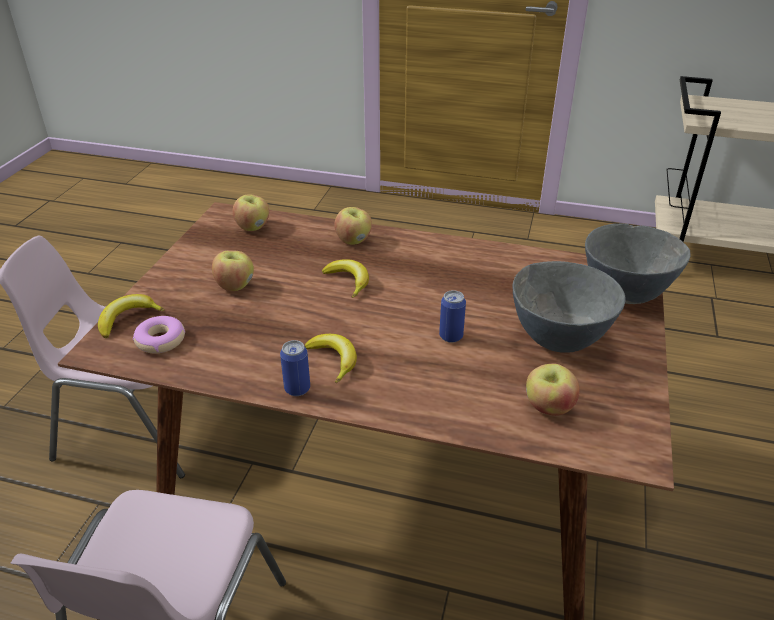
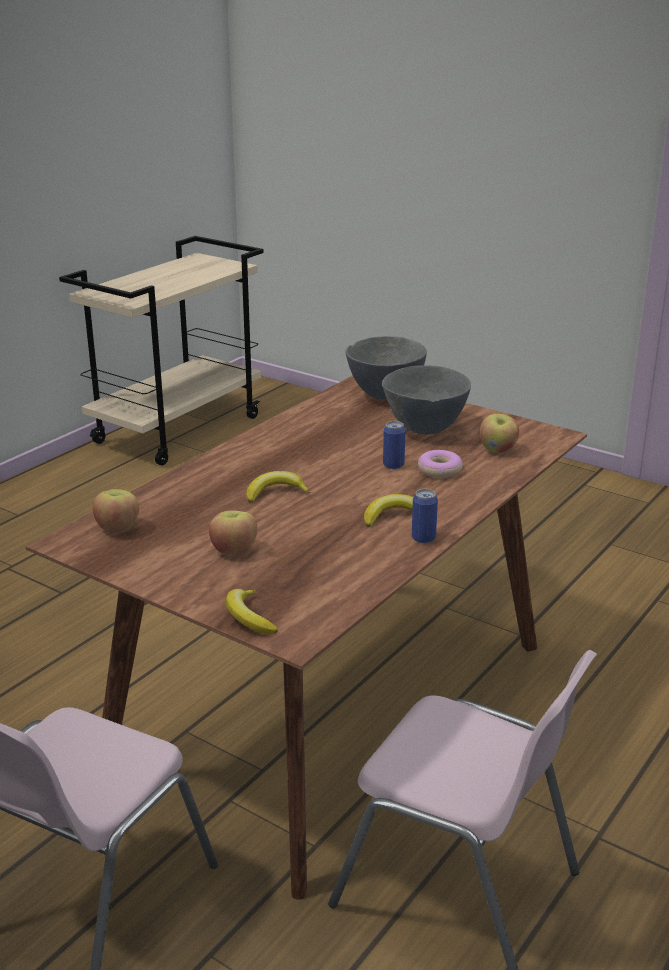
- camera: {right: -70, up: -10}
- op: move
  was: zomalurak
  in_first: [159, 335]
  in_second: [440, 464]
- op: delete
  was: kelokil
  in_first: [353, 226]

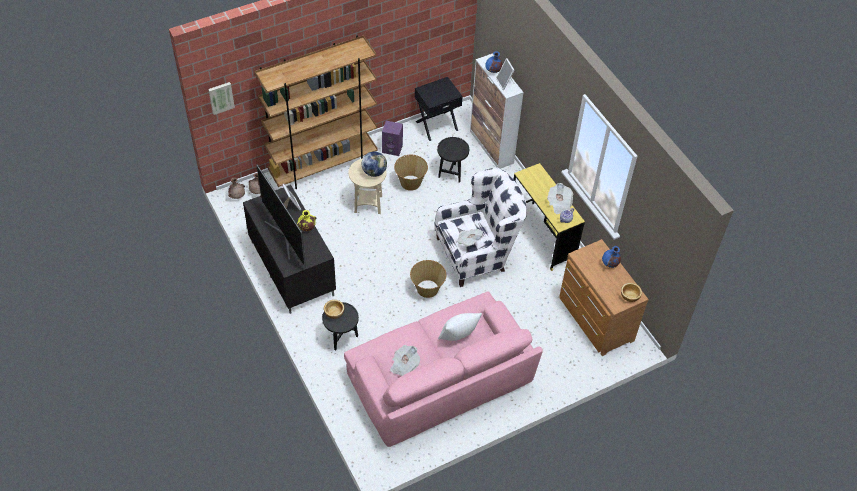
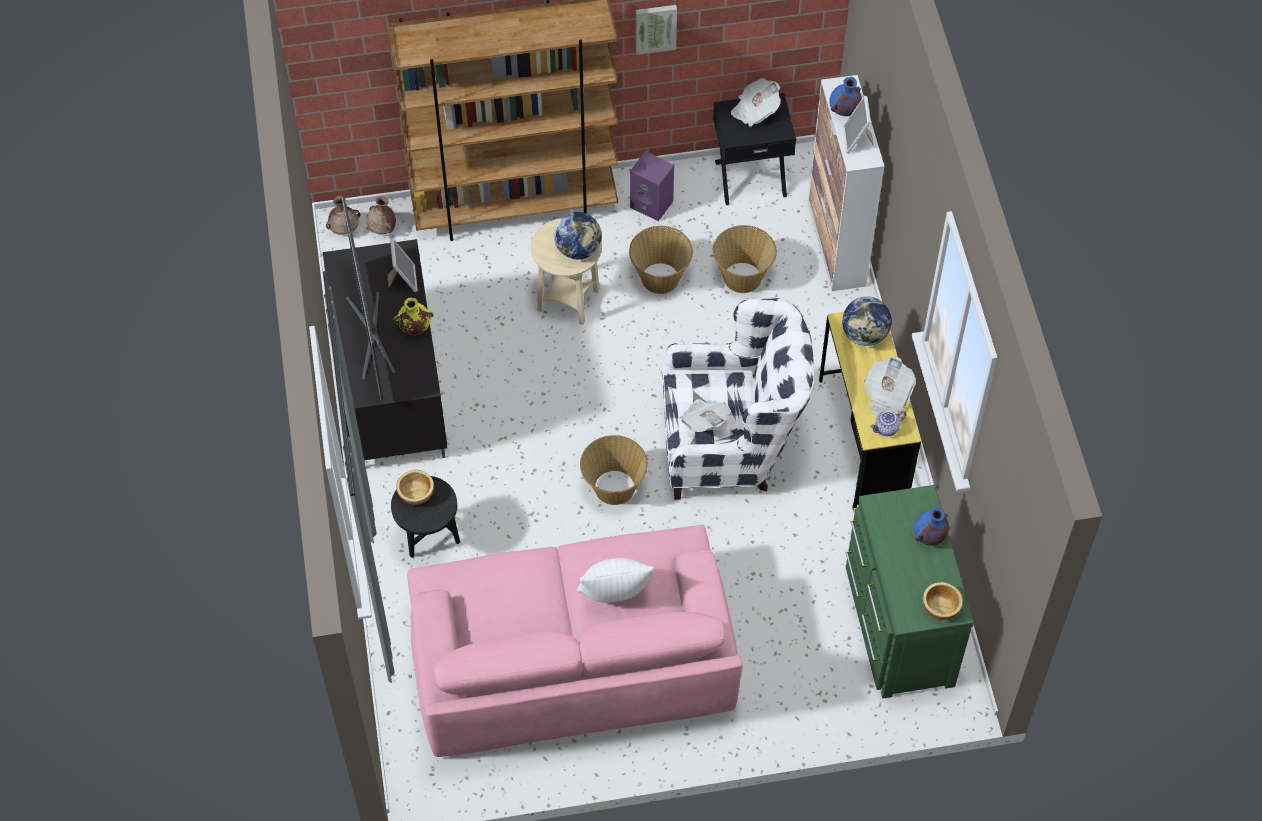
- camera: {right: 20, up: 5}
- op: move
  was: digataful
  in_first: [221, 98]
  in_second: [656, 30]
- op: replace
  was: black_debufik
  now: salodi
  in_first: [453, 160]
  in_second: [745, 259]
- op: move
  was: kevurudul
  in_first: [405, 360]
  in_second: [756, 102]
- op: insert
  now: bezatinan
  in_second: [867, 321]
- op: recolor
  was: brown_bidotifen
  now: green_bidotifen
  in_first: [604, 297]
  in_second: [910, 591]

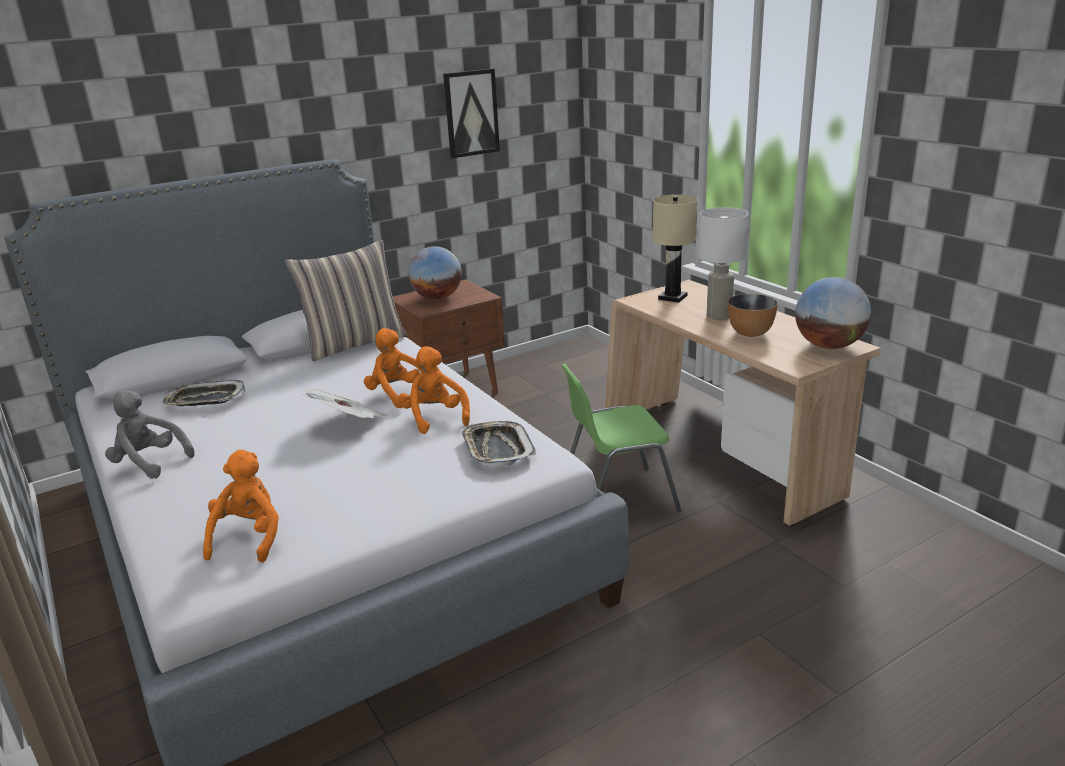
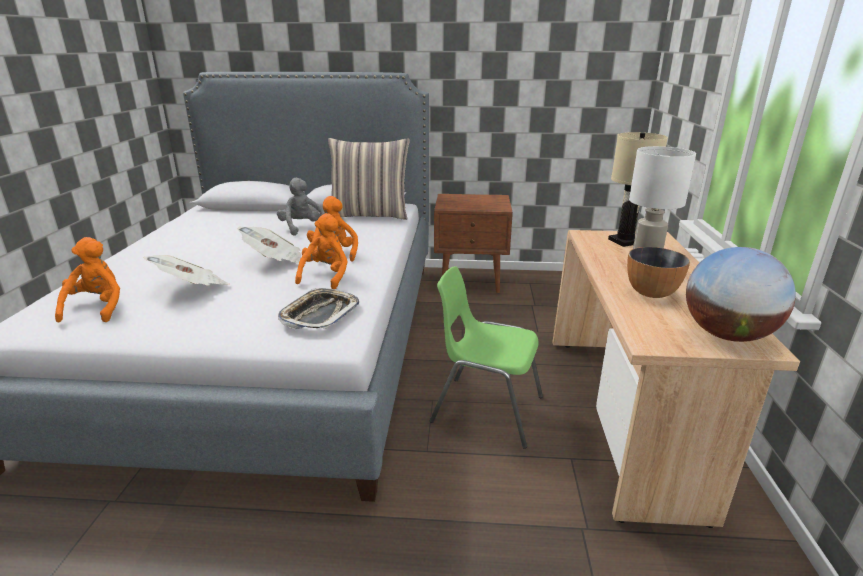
- camera: {right: 35, up: 0}
- op: rotate
  was: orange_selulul
  in_first: [241, 506]
  in_second: [87, 279]
  clockwise: -45
- op: insert
  now: kevurudul
  in_second: [186, 270]
- op: move
  was: grey_selulul
  in_first: [149, 434]
  in_second: [301, 207]
- op: delete
  was: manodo
  in_first: [203, 393]
- op: delete
  was: bezatinan
  in_first: [435, 273]
- op: delete
  was: digataful
  in_first: [471, 113]

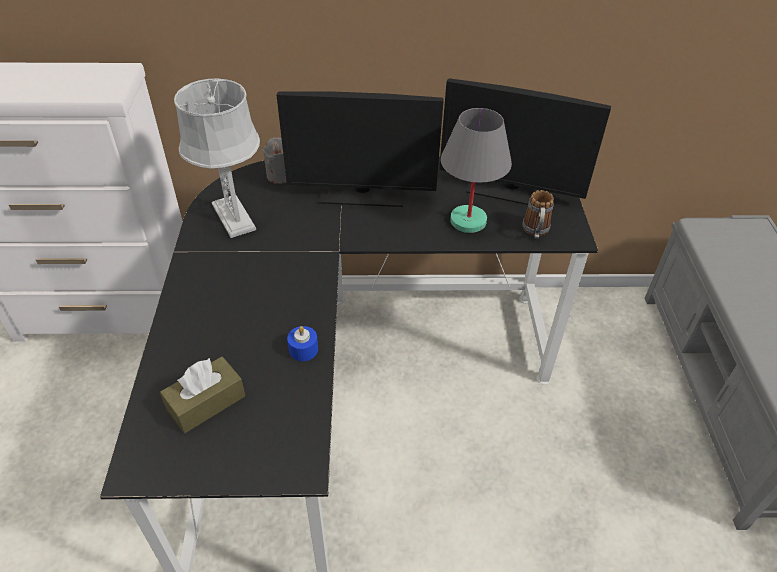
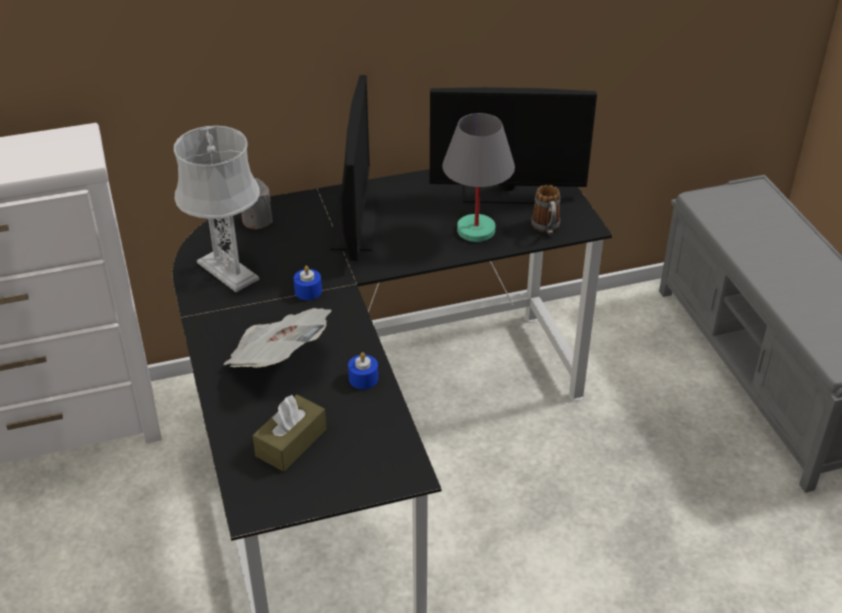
- camera: {right: -15, up: -5}
- op: insert
  now: kevurudul
  in_second: [277, 338]
- op: insert
  now: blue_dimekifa
  in_second: [308, 283]
- op: rotate
  was: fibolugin
  in_first: [360, 149]
  in_second: [354, 168]
  clockwise: -75

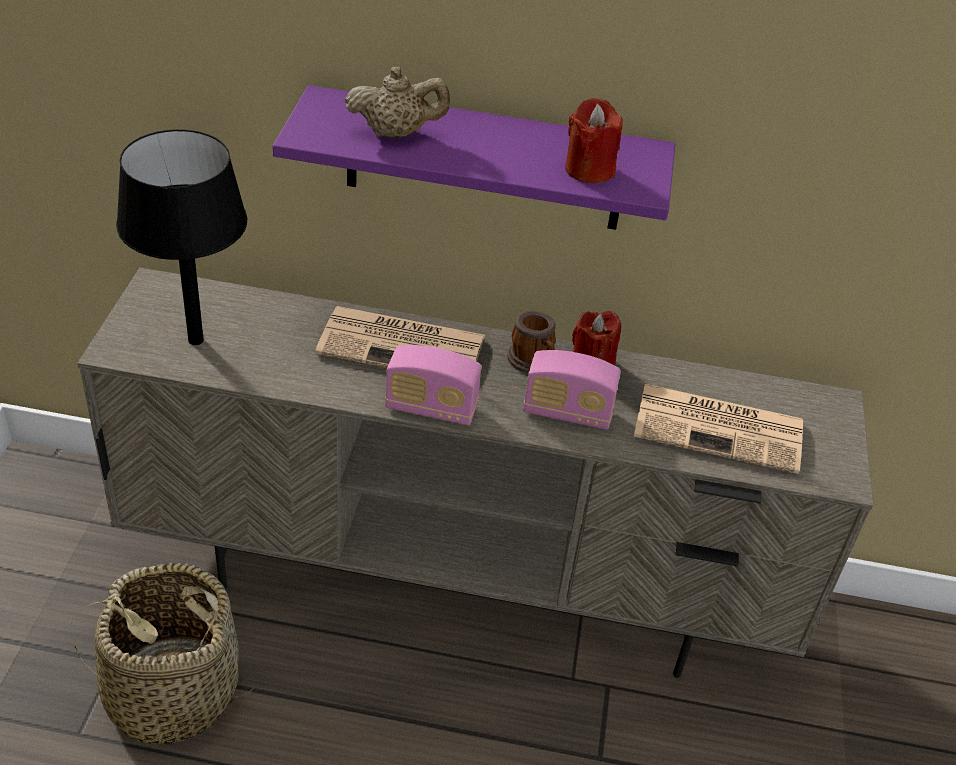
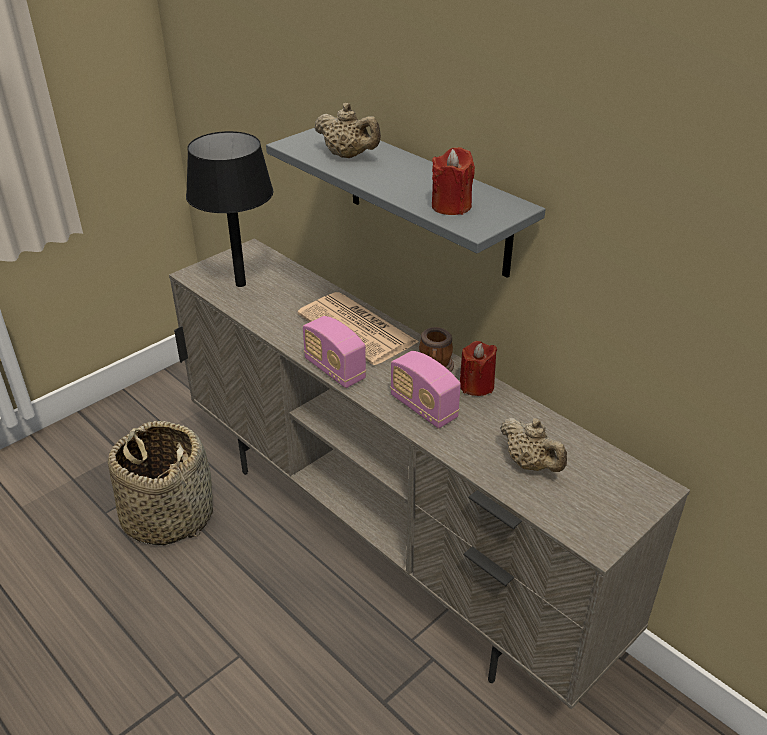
- camera: {right: 40, up: -5}
- op: recolor
  was: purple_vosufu
  now: grey_vosufu
  in_first: [474, 157]
  in_second: [406, 203]
- op: replace
  was: kevurudul
  now: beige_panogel
  in_first: [718, 429]
  in_second: [533, 444]

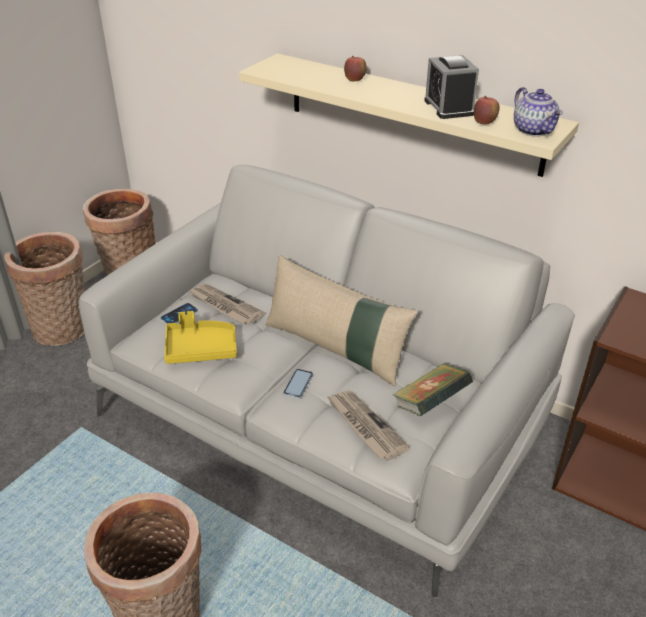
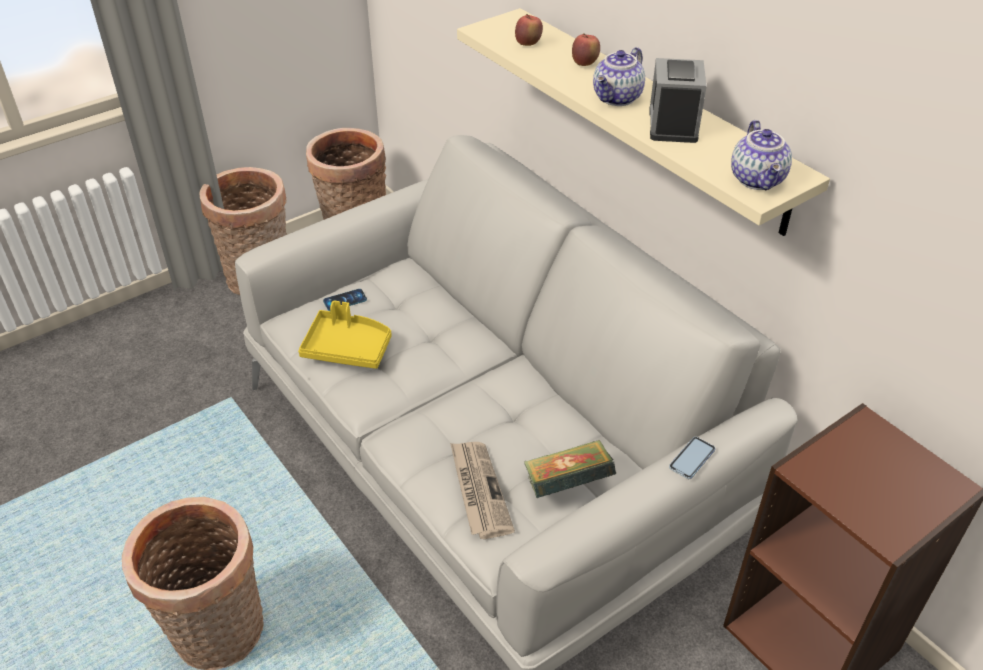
- camera: {right: 20, up: 5}
- op: move
  was: kelokil
  in_first: [486, 110]
  in_second: [529, 30]
- op: insert
  now: panogel
  in_second: [619, 76]
- op: move
  was: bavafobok
  in_first: [298, 383]
  in_second: [692, 458]
- op: delete
  was: kevurudul
  in_first: [225, 304]
- op: delete
  was: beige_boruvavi
  in_first: [342, 320]

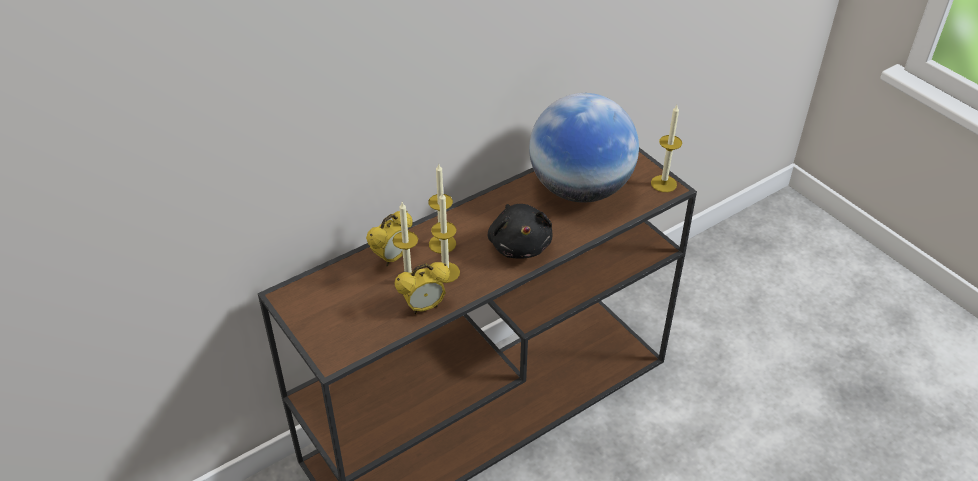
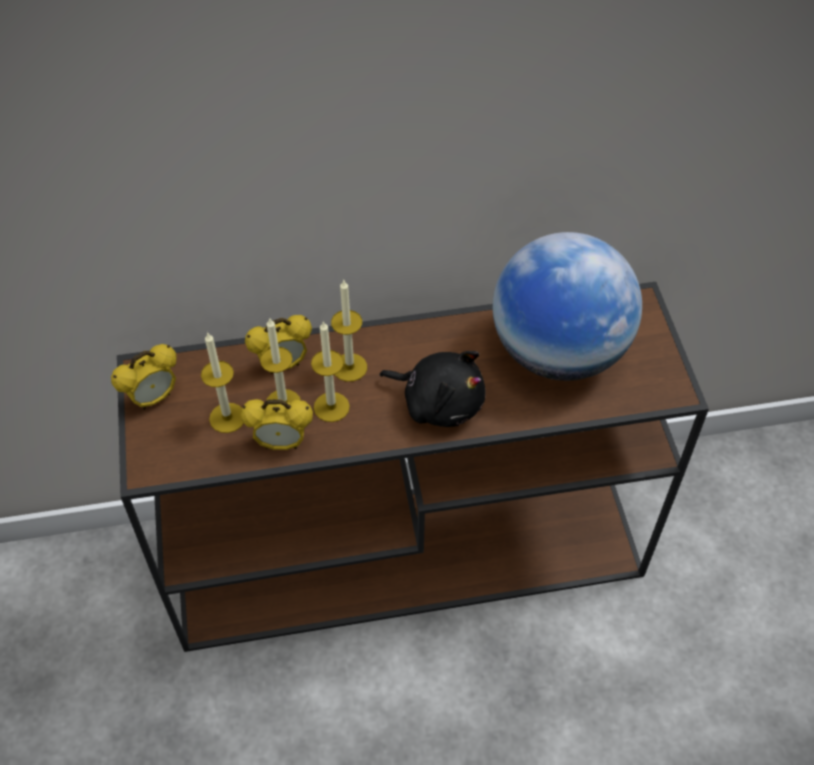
- camera: {right: 25, up: 10}
- op: insert
  now: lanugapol
  in_second: [144, 377]
- op: move
  was: dimekifa
  in_first: [666, 148]
  in_second: [222, 382]
- op: rotate
  was: black_selulul
  in_first: [520, 231]
  in_second: [433, 389]
  clockwise: -75

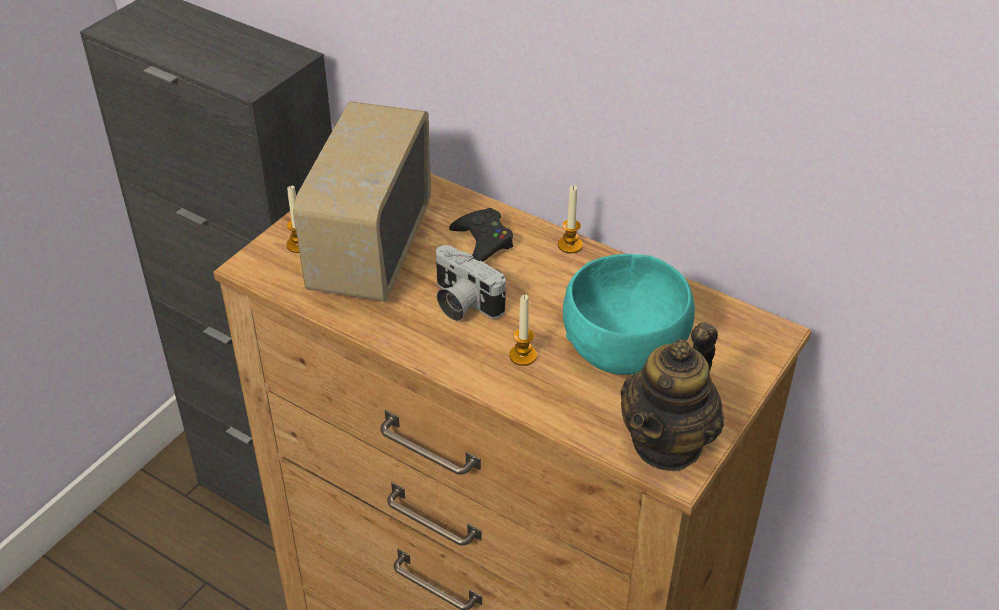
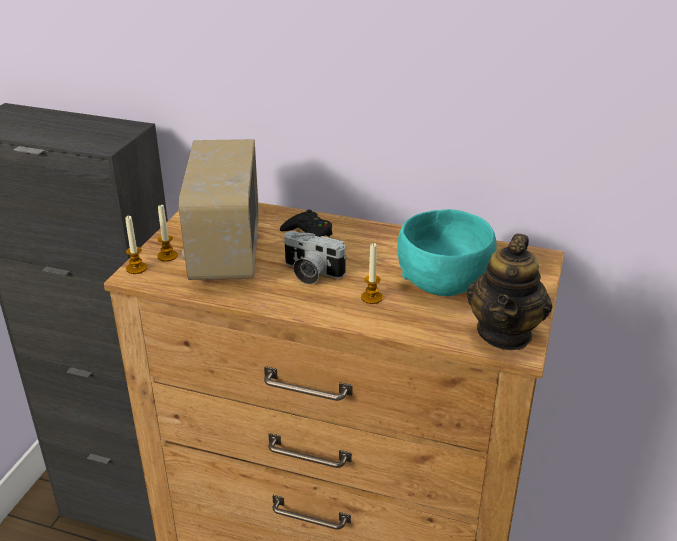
- camera: {right: -15, up: -10}
- op: move
  was: dimekifa
  in_first: [570, 219]
  in_second: [136, 245]

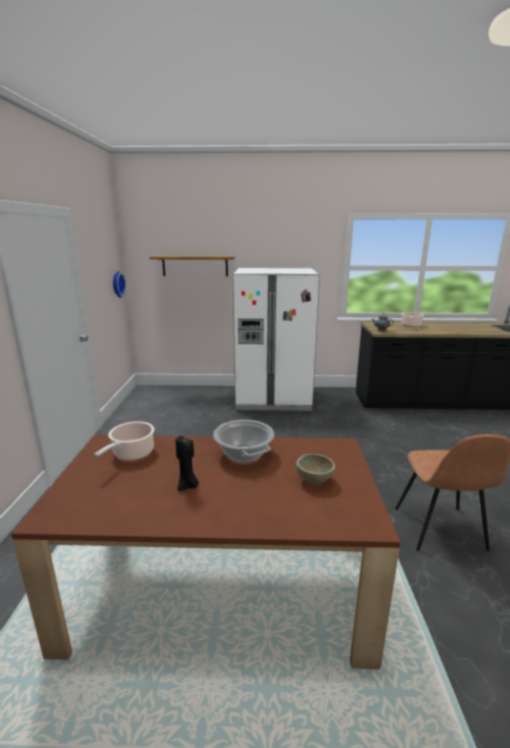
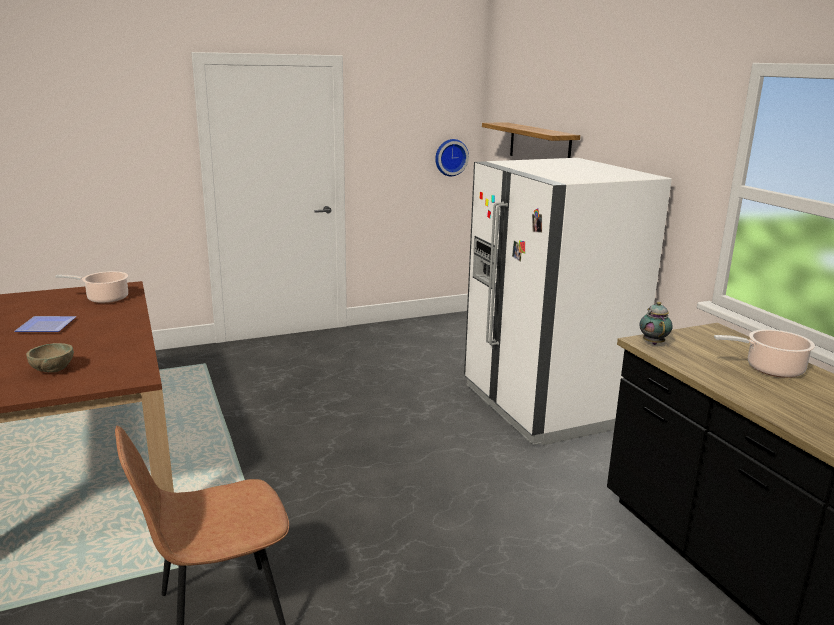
- camera: {right: 65, up: 0}
- op: replace
  was: black_dimekifa
  now: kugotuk
  in_first: [187, 463]
  in_second: [45, 324]
- op: delete
  was: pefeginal
  in_first: [243, 441]

